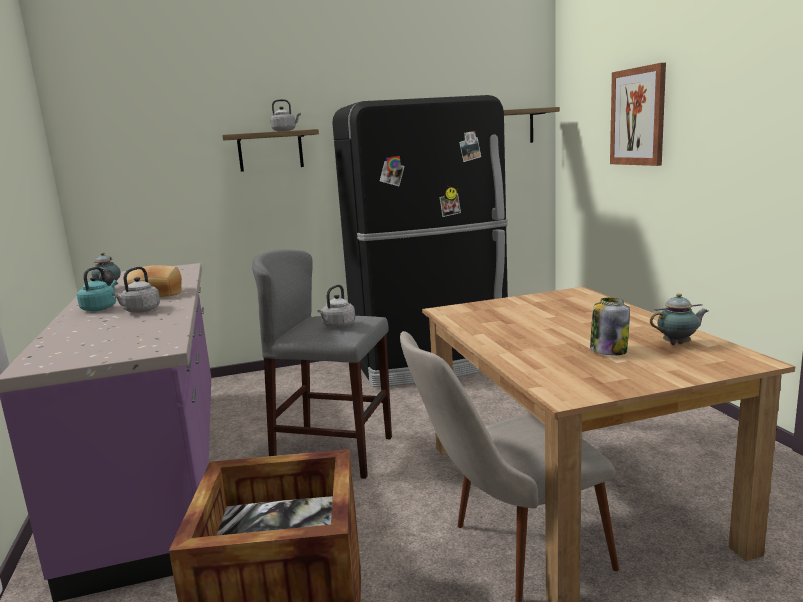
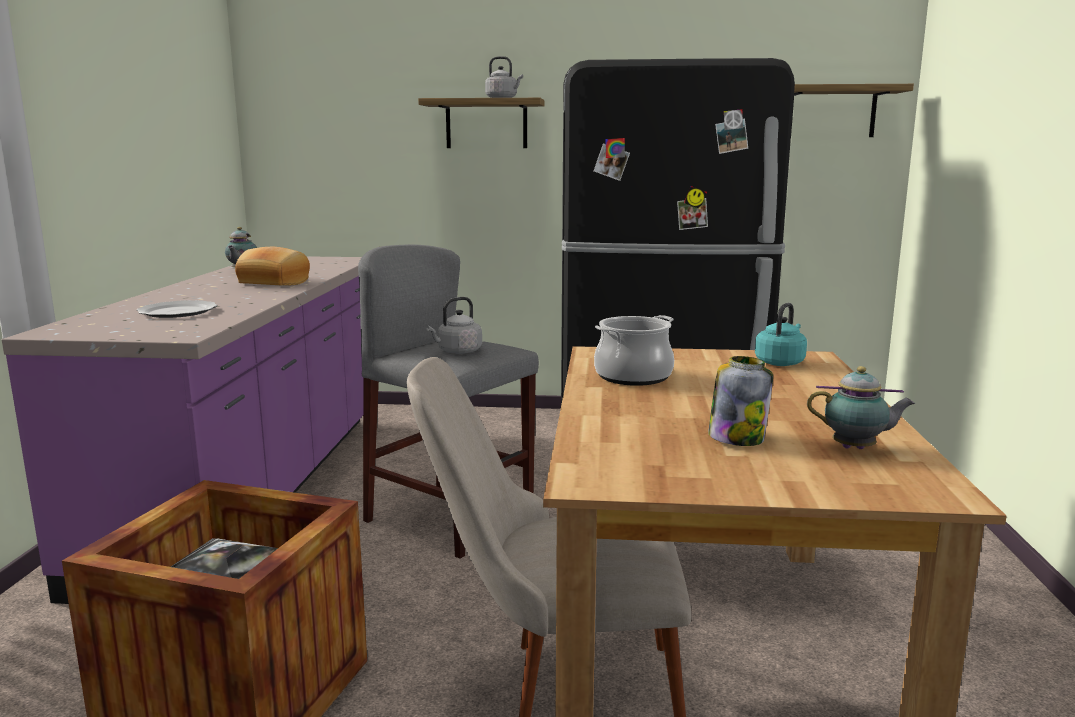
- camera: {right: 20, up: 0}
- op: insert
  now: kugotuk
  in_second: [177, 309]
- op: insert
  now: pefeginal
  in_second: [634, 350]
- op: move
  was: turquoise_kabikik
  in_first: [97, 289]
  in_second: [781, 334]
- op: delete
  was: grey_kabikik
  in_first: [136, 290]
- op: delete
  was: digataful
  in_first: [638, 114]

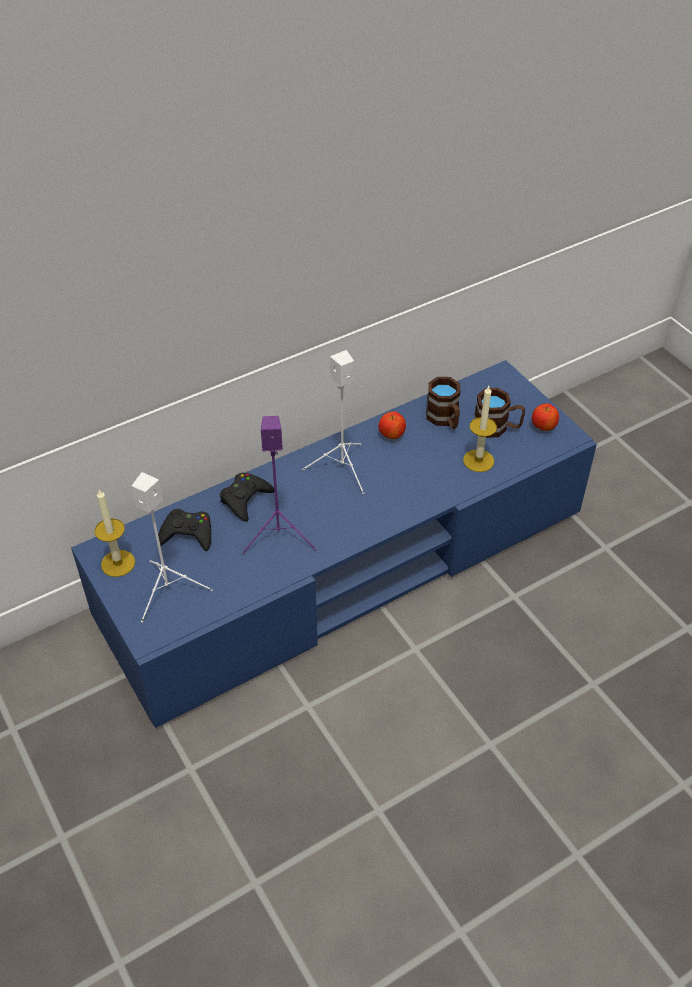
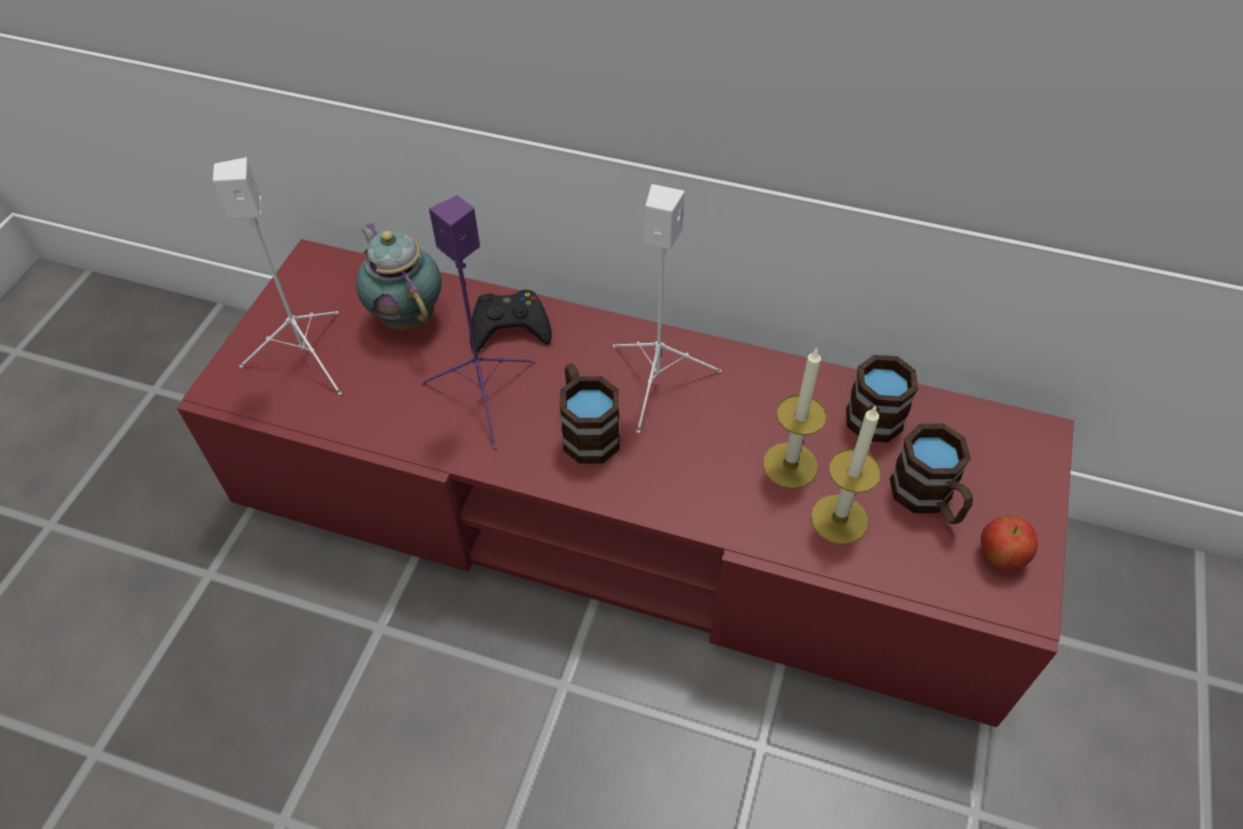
- camera: {right: 50, up: 5}
- op: recolor
  was: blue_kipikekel
  now: red_kipikekel
  in_first: [334, 544]
  in_second: [625, 483]
- op: replace
  was: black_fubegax
  now: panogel
  in_first: [184, 530]
  in_second: [399, 276]
- op: insert
  now: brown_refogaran
  in_second: [590, 414]
- op: move
  was: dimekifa
  in_first: [114, 533]
  in_second: [795, 418]
- op: delete
  was: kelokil
  in_first: [392, 425]

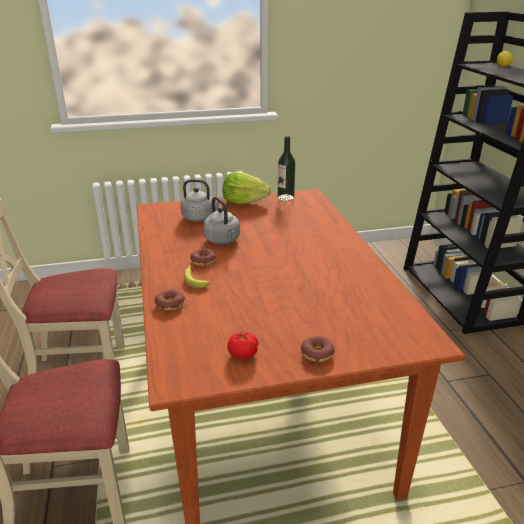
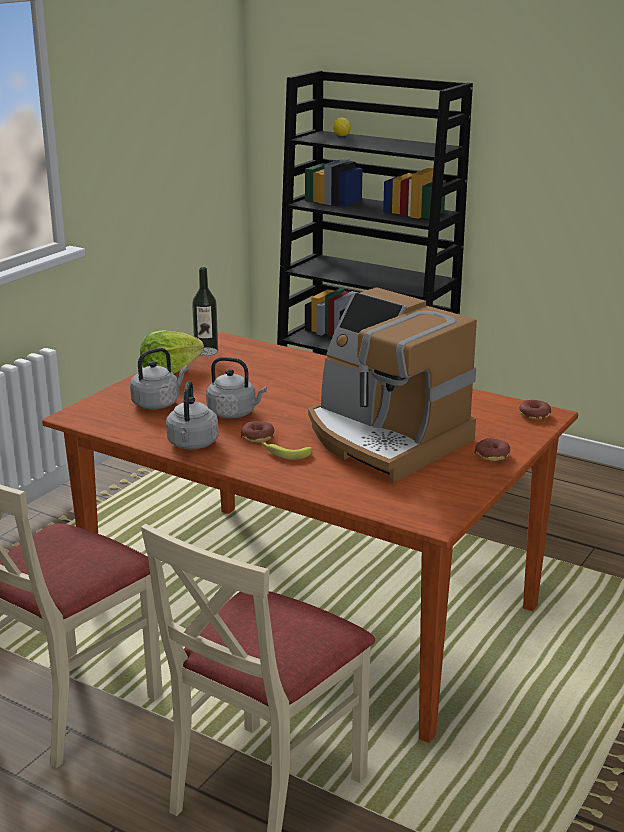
- camera: {right: -45, up: -5}
- op: insert
  now: grey_kabikik
  in_second: [192, 415]
- op: insert
  now: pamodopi
  in_second: [392, 385]
- op: move
  was: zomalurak
  in_first: [170, 300]
  in_second: [535, 410]
- op: delete
  was: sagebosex
  in_first: [243, 345]

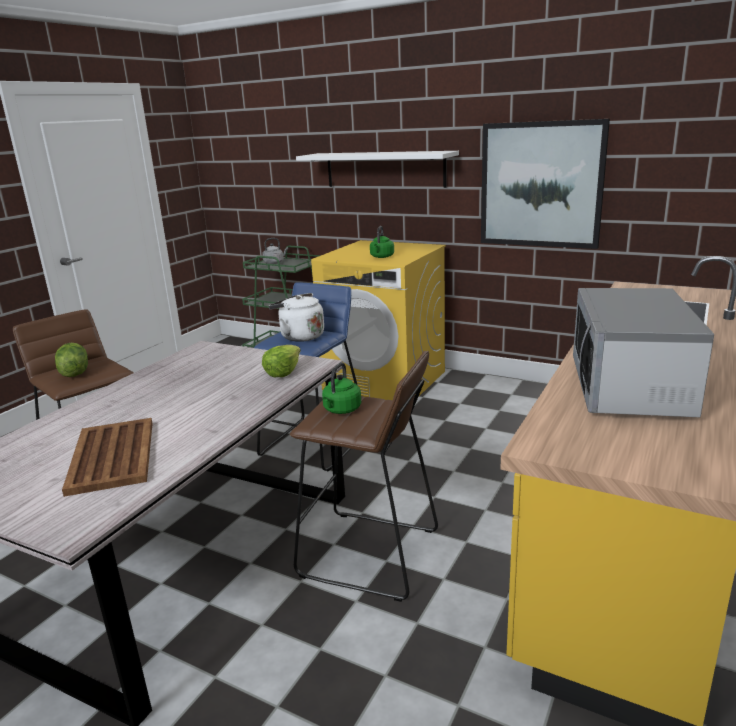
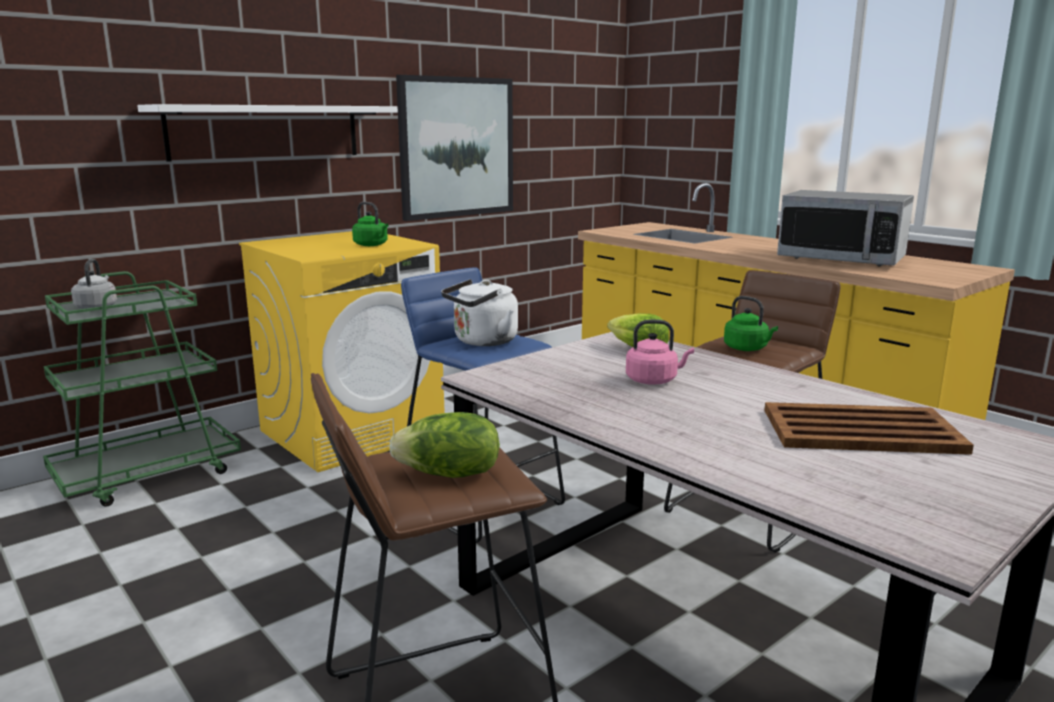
- camera: {right: -70, up: -5}
- op: insert
  now: pink_kabikik
  in_second: [660, 352]

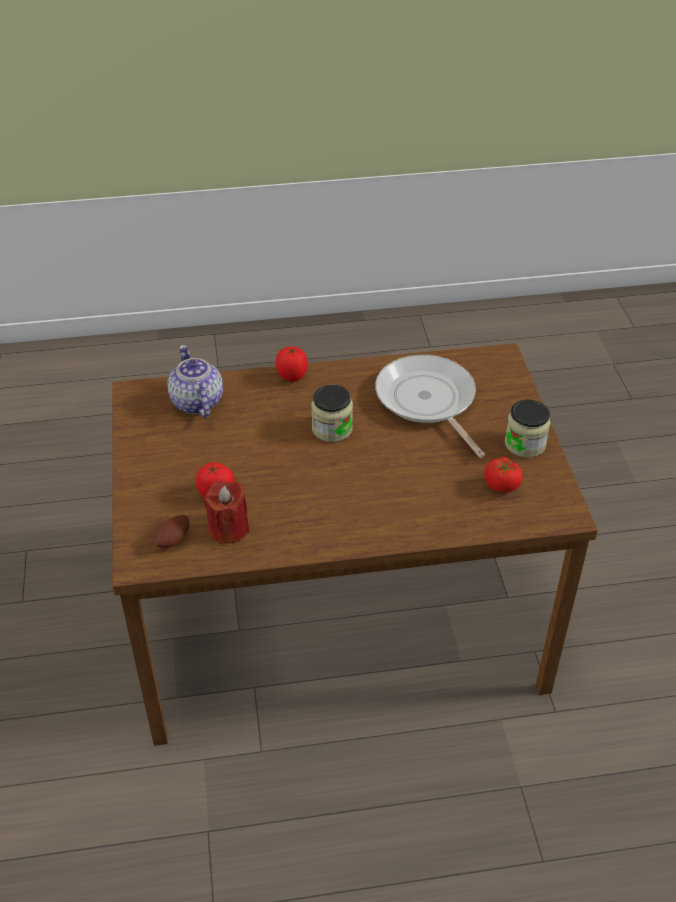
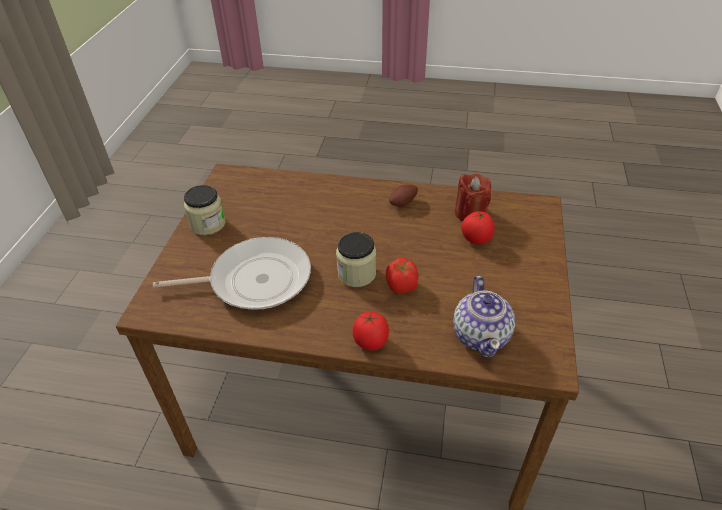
- camera: {right: -160, up: 0}
- op: rotate
  was: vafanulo
  in_first: [430, 406]
  in_second: [232, 273]
  clockwise: -90
- op: move
  was: sagebosex
  in_first: [503, 475]
  in_second: [402, 275]
- op: move
  was: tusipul
  in_first: [172, 531]
  in_second: [403, 196]

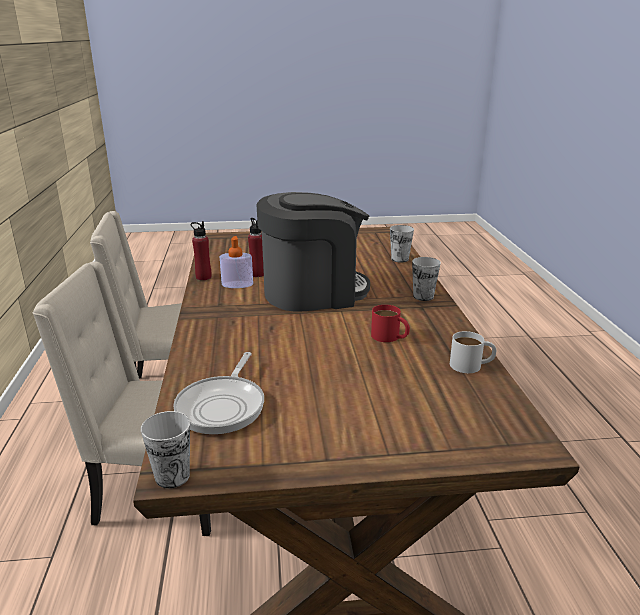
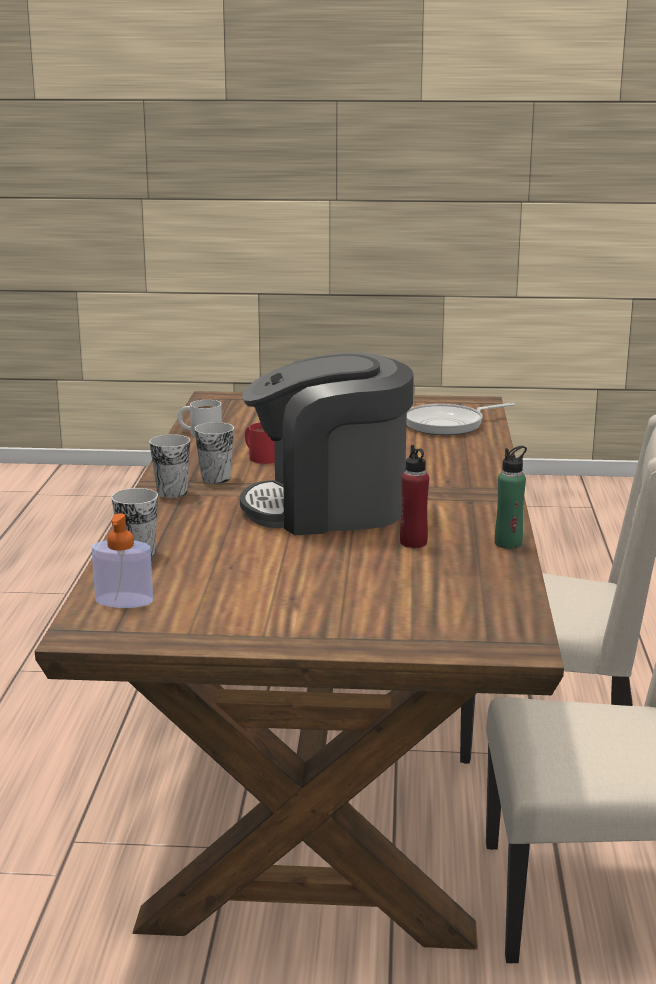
- camera: {right: -170, up: -5}
- op: move
  was: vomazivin
  in_first: [236, 262]
  in_second: [122, 560]
- op: move
  was: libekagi
  in_first: [165, 449]
  in_second: [214, 453]
- op: rotate
  was: vafanulo
  in_first: [218, 393]
  in_second: [460, 419]
  clockwise: -135
- op: recolor
  was: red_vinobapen
  now: green_vinobapen
  in_first: [201, 250]
  in_second: [511, 497]

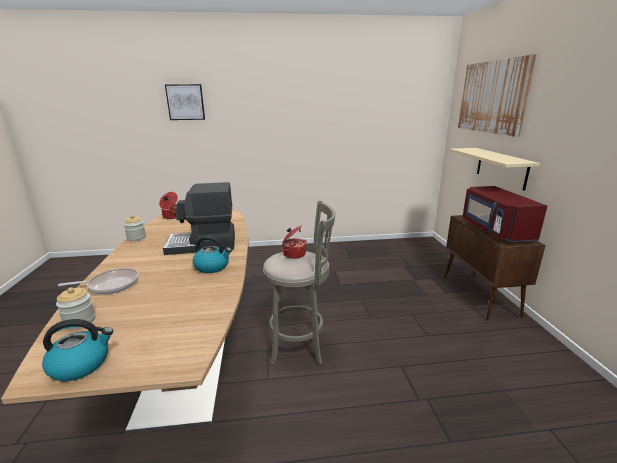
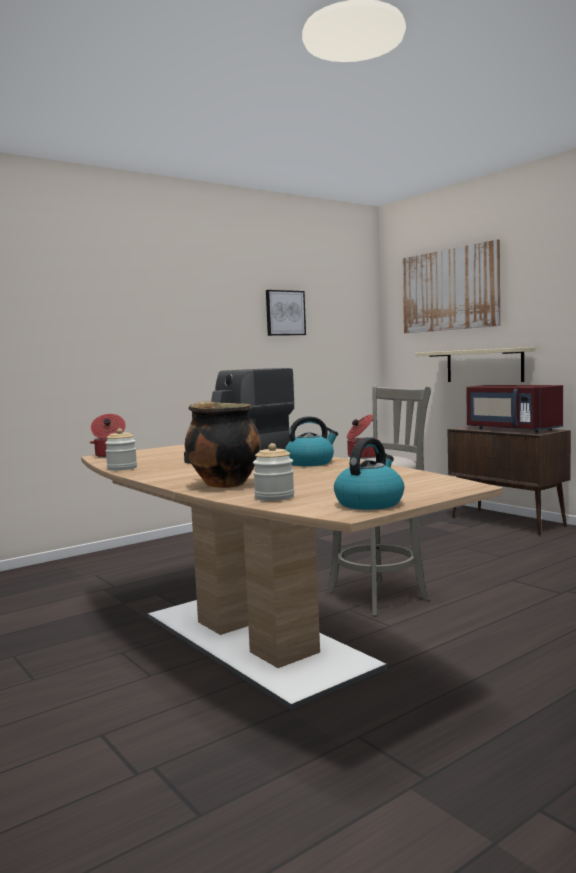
- camera: {right: -30, up: -15}
- op: replace
  was: vafanulo
  now: pefeginal
  in_first: [98, 281]
  in_second: [223, 444]
- op: move
  was: digataful
  in_first: [185, 102]
  in_second: [286, 313]

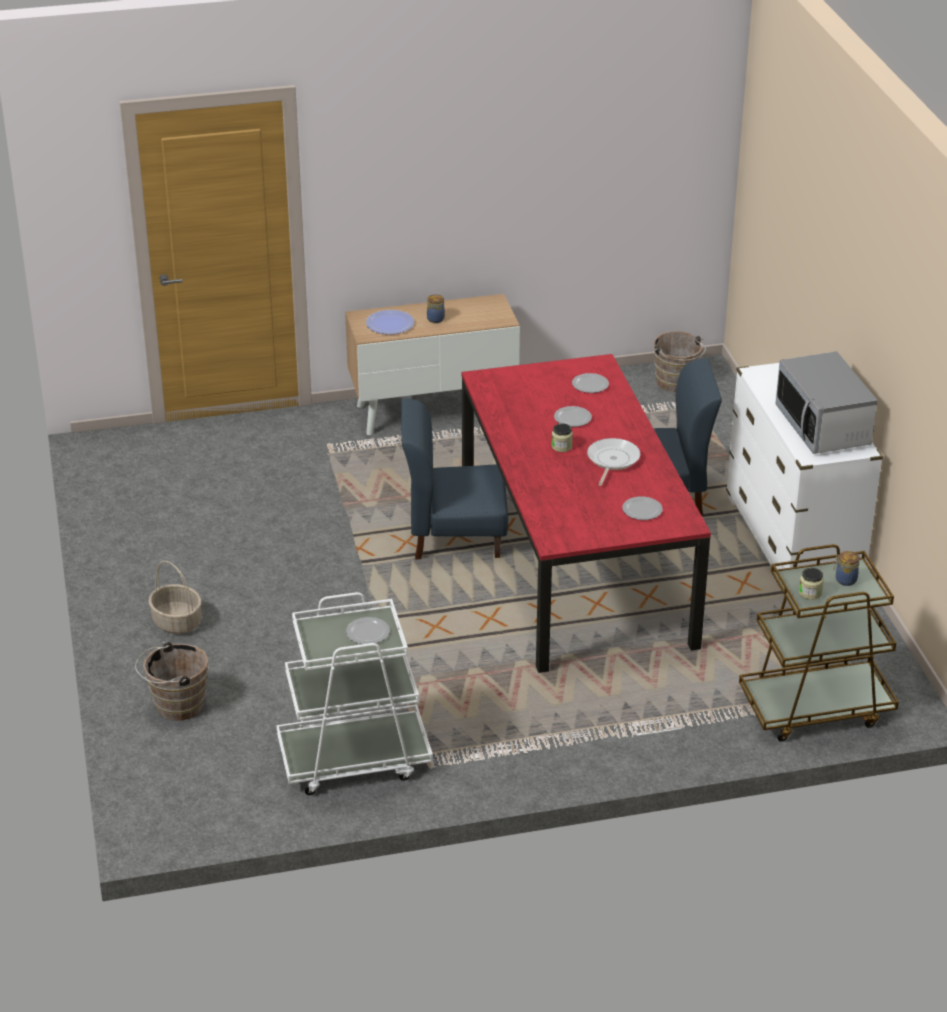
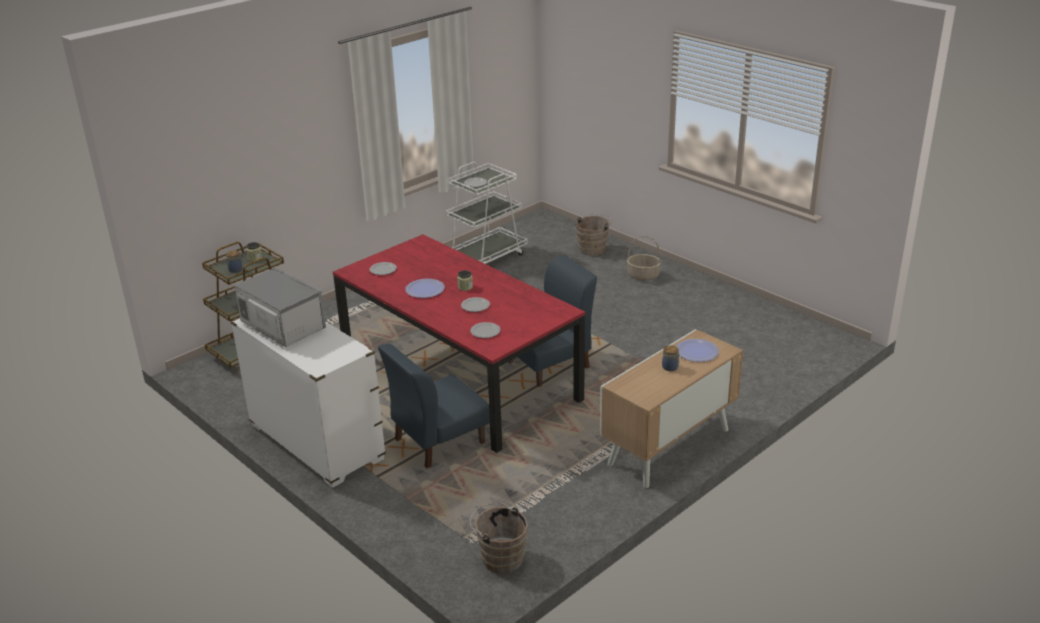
- camera: {right: 150, up: -5}
- op: replace
  was: vafanulo
  now: kugotuk
  in_first: [613, 462]
  in_second: [425, 288]

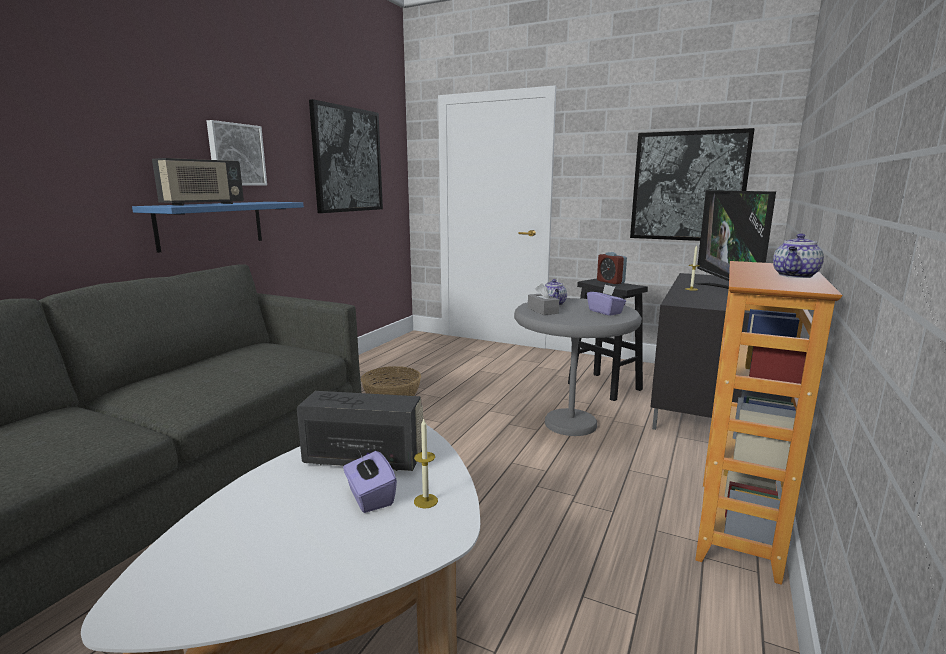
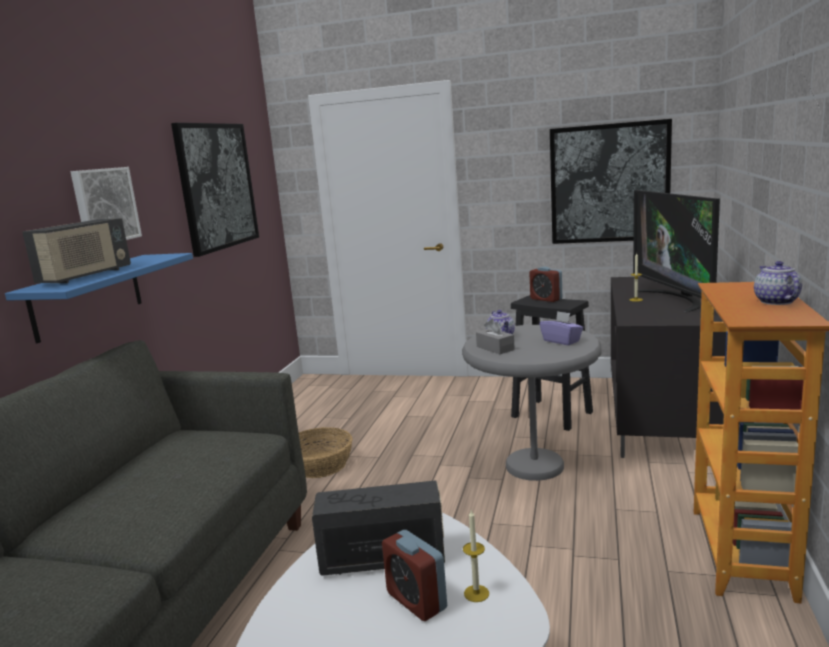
- camera: {right: -10, up: 0}
- op: replace
  was: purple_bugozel
  now: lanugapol
  in_first: [370, 481]
  in_second: [414, 575]
- op: rotate
  was: panogel
  in_first: [798, 255]
  in_second: [778, 283]
  clockwise: 150

